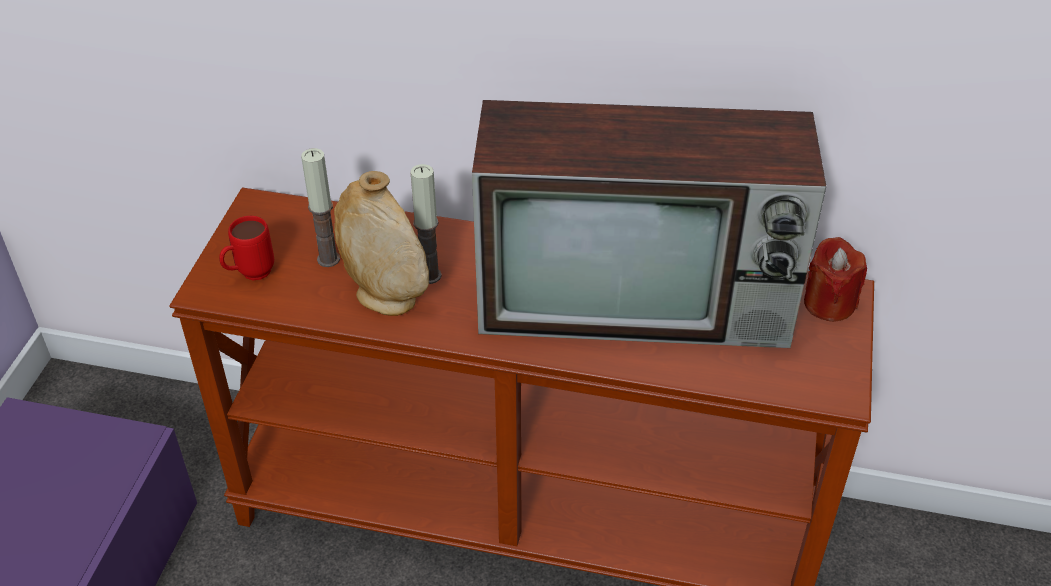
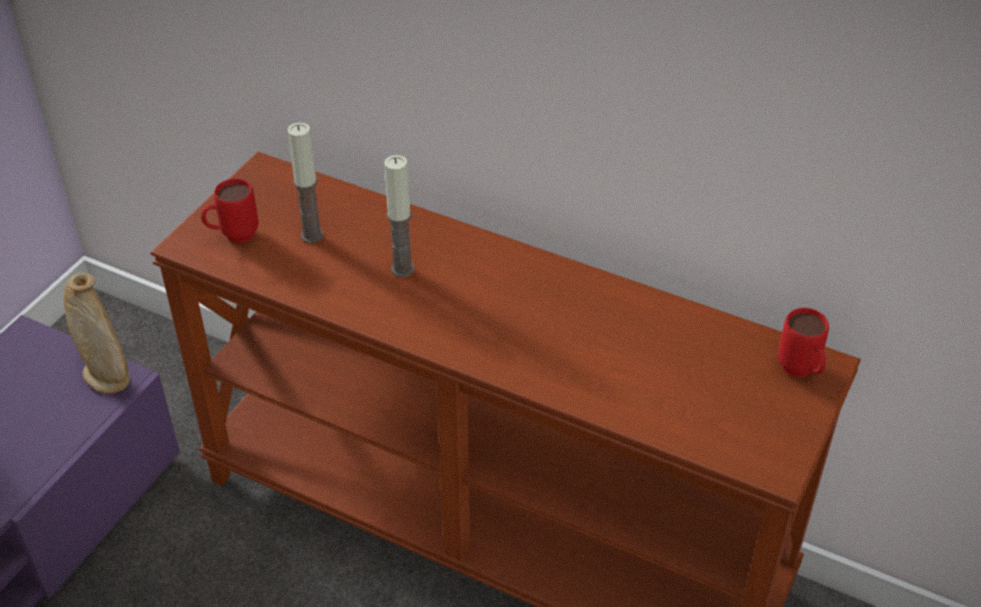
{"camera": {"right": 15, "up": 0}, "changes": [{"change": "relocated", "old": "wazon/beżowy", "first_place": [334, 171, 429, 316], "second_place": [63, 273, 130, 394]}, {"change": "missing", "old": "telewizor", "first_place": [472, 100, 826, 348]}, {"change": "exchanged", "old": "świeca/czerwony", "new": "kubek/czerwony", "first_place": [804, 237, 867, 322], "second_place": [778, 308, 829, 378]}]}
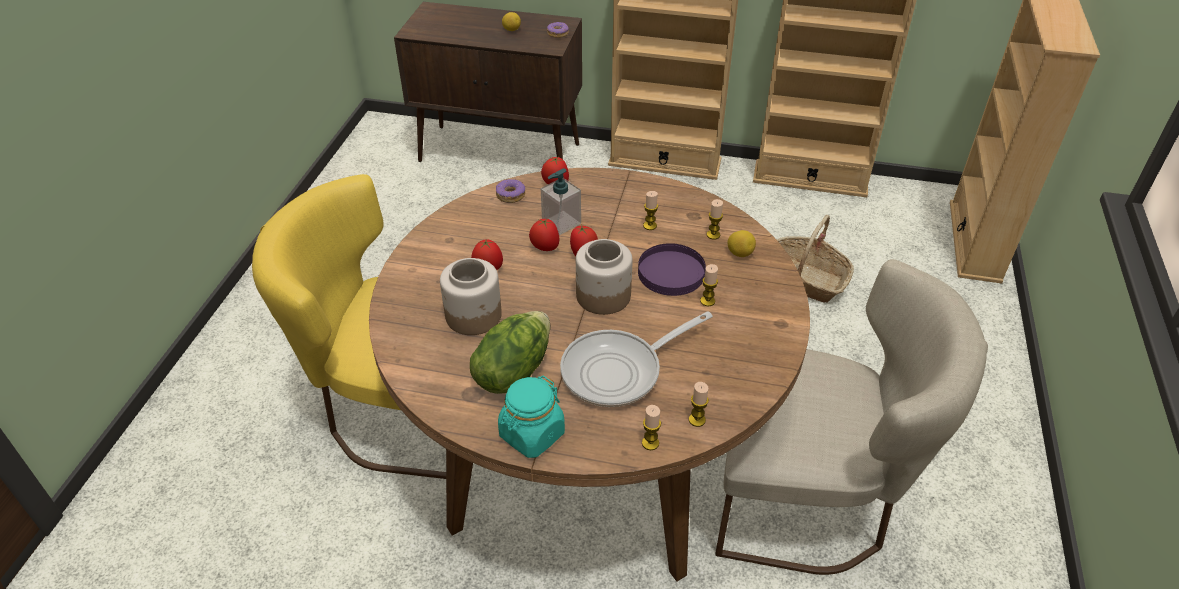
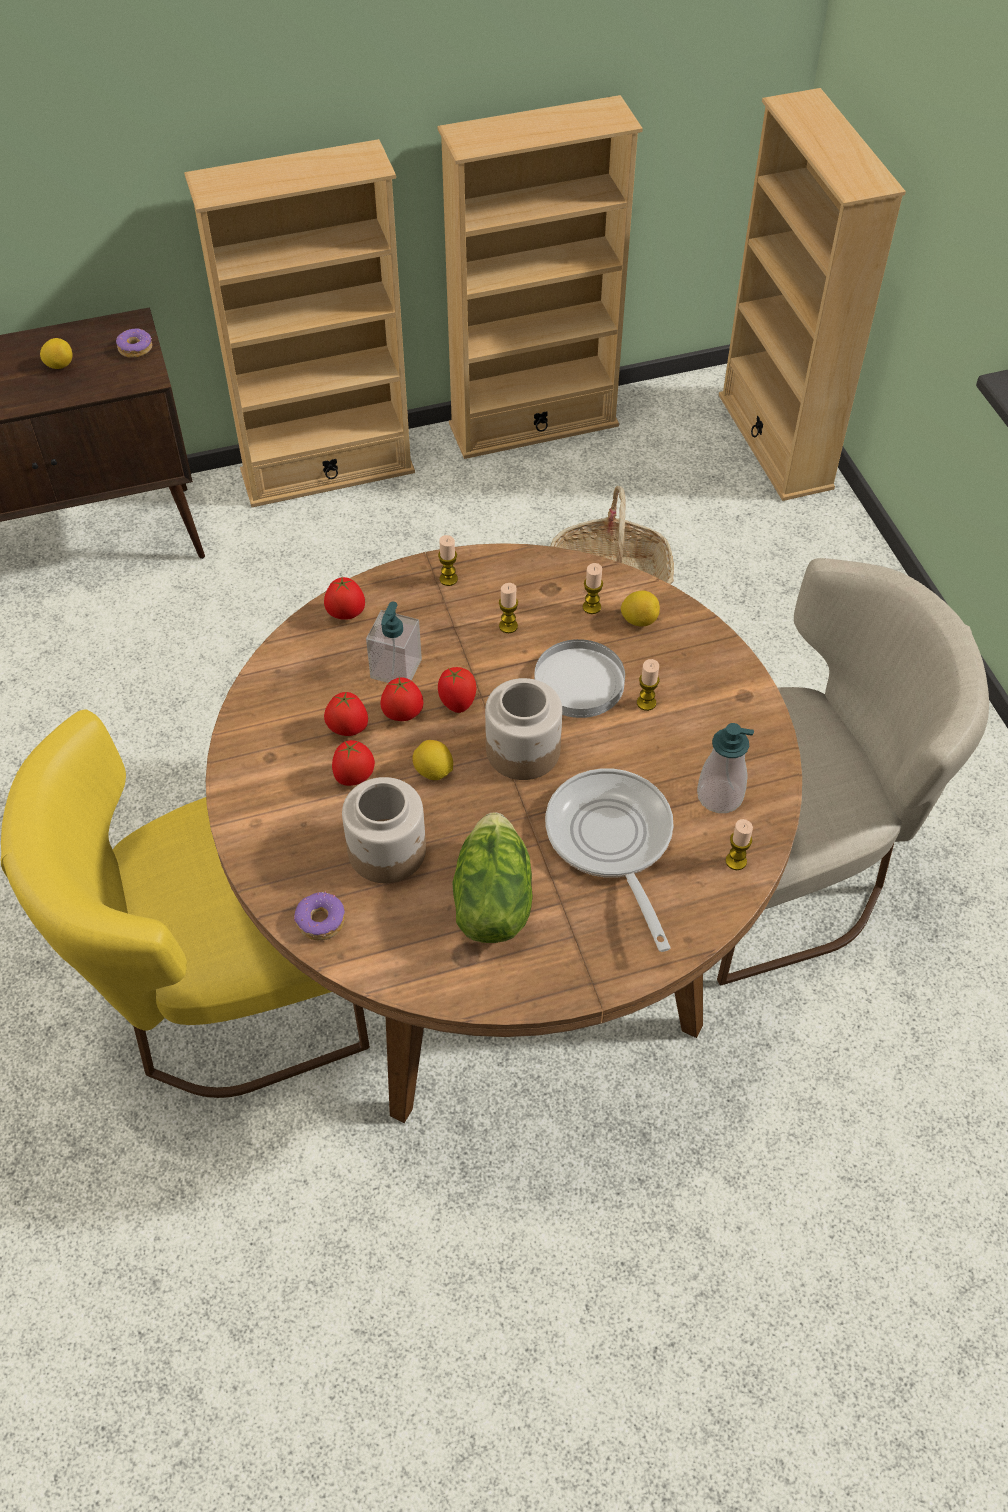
{"camera": {"right": -30, "up": 10}, "changes": [{"change": "relocated", "old": "donut", "first_place": [496, 179, 525, 203], "second_place": [294, 892, 345, 940]}, {"change": "missing", "old": "słoik/turkusowy", "first_place": [498, 376, 565, 458]}, {"change": "spun", "old": "patelnia", "first_place": [560, 311, 713, 407], "second_place": [545, 768, 674, 952], "degrees": 135}, {"change": "colour", "old": "talerz/fioletowy", "new": "talerz/biały", "first_place": [638, 243, 706, 296], "second_place": [534, 639, 625, 718]}, {"change": "relocated", "old": "świeca", "first_place": [642, 405, 661, 450], "second_place": [438, 535, 458, 586]}, {"change": "appeared", "new": "pomidor", "second_place": [324, 691, 368, 736]}, {"change": "appeared", "new": "cytryna", "second_place": [413, 740, 453, 780]}, {"change": "appeared", "new": "dozownik mydła", "second_place": [697, 723, 754, 813]}]}
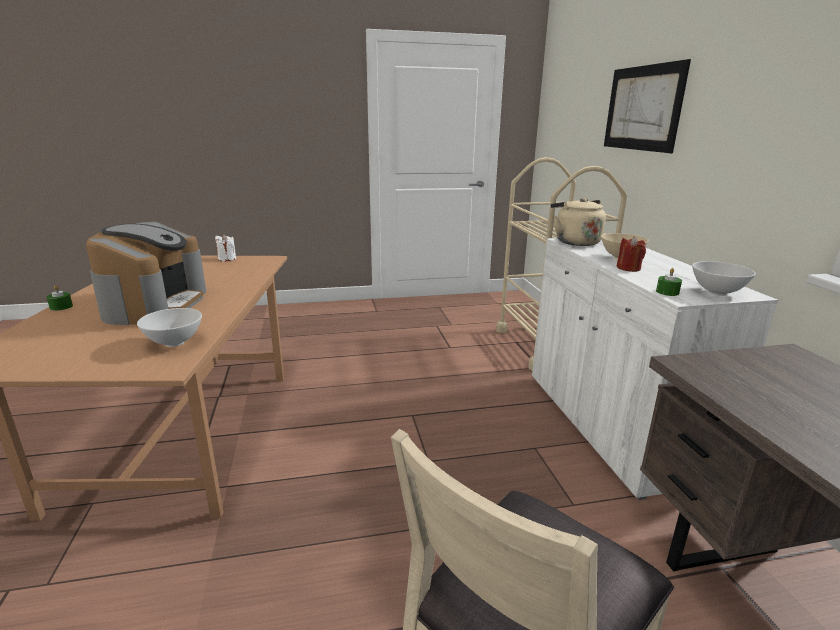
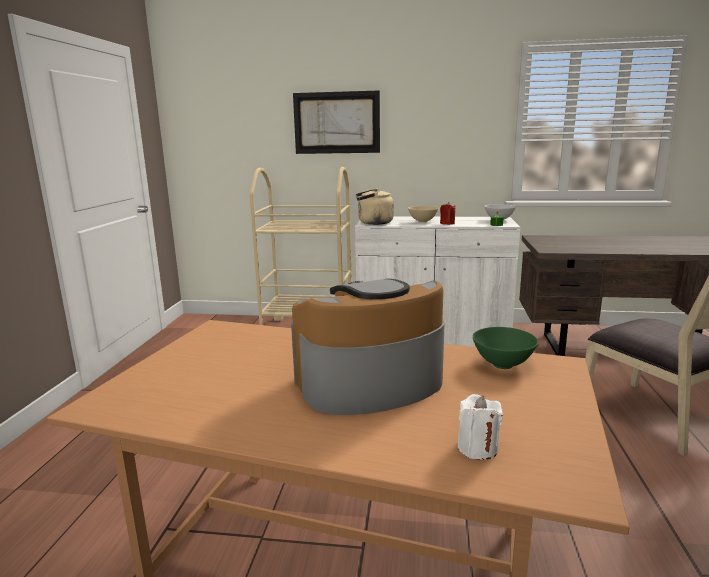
{"camera": {"right": -70, "up": -5}, "changes": [{"change": "missing", "old": "świeca/zielony", "first_place": [47, 285, 73, 311]}, {"change": "spun", "old": "ekspres do kawy", "first_place": [86, 222, 206, 325], "second_place": [291, 279, 445, 415], "degrees": -45}, {"change": "colour", "old": "miska/biały", "new": "miska/zielony", "first_place": [137, 308, 202, 347], "second_place": [473, 327, 538, 369]}, {"change": "relocated", "old": "świeca/biały", "first_place": [215, 234, 236, 261], "second_place": [457, 394, 503, 460]}]}
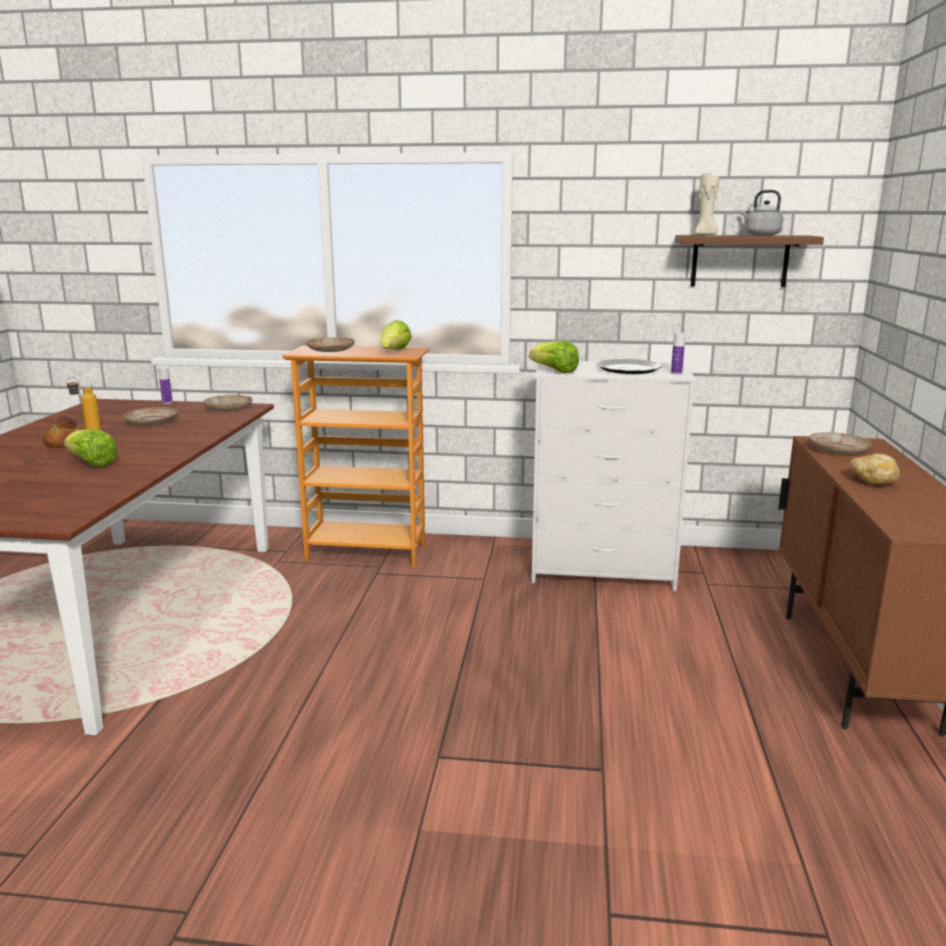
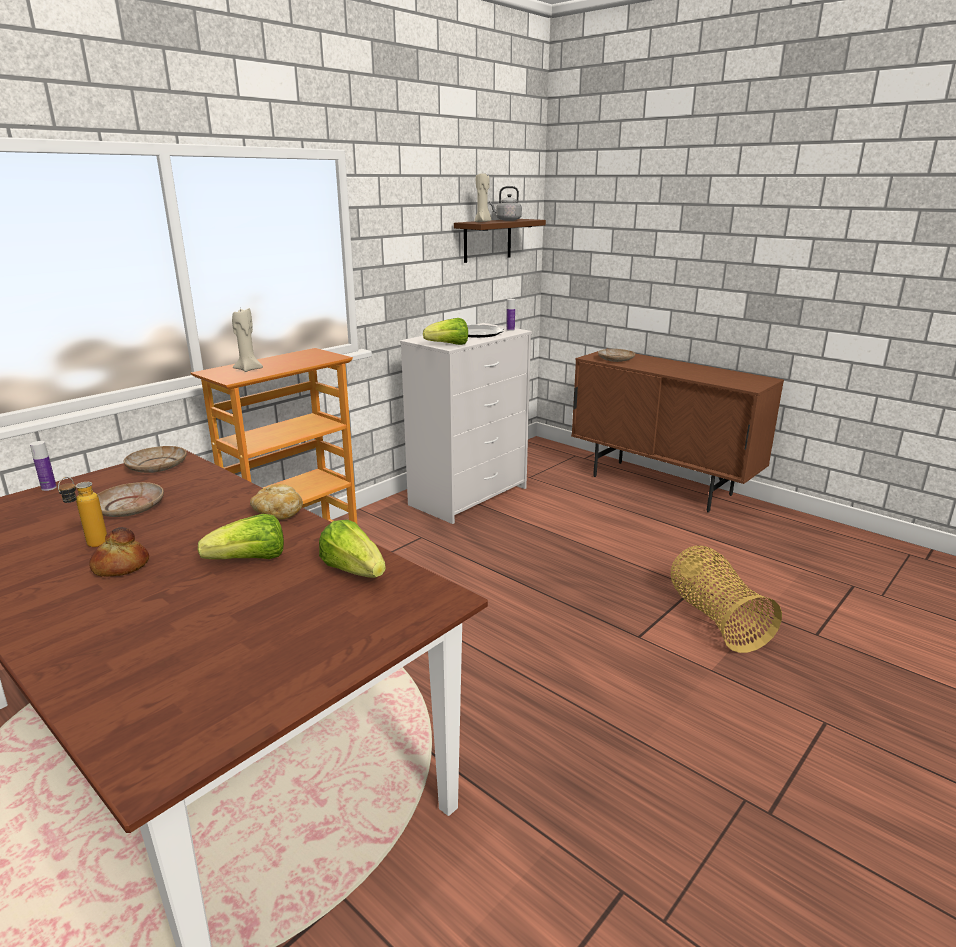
{"camera": {"right": -55, "up": 5}, "changes": [{"change": "exchanged", "old": "talerz/beżowy", "new": "świeca/beżowy", "first_place": [306, 337, 355, 352], "second_place": [232, 308, 263, 372]}, {"change": "relocated", "old": "sałata", "first_place": [381, 320, 412, 350], "second_place": [319, 520, 386, 578]}, {"change": "relocated", "old": "chleb", "first_place": [850, 453, 900, 485], "second_place": [250, 484, 303, 520]}, {"change": "appeared", "new": "koszyk", "second_place": [671, 546, 782, 653]}]}
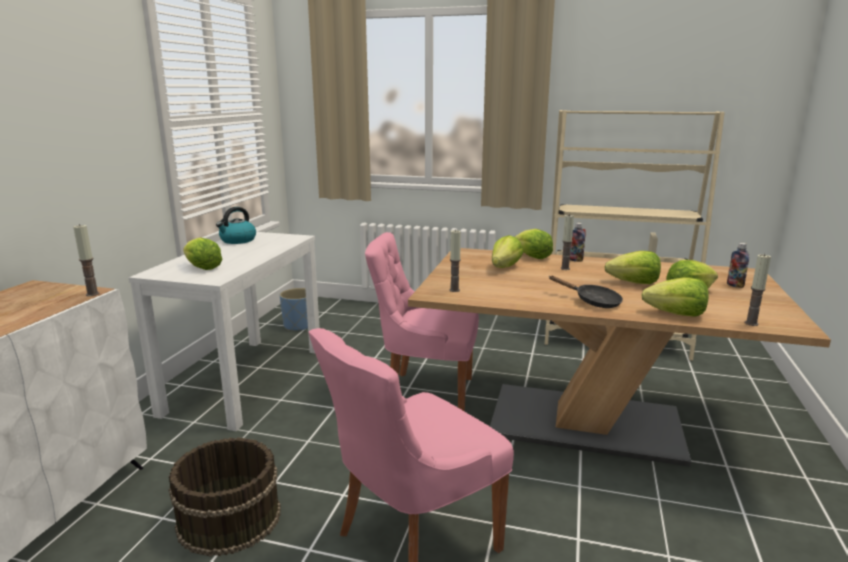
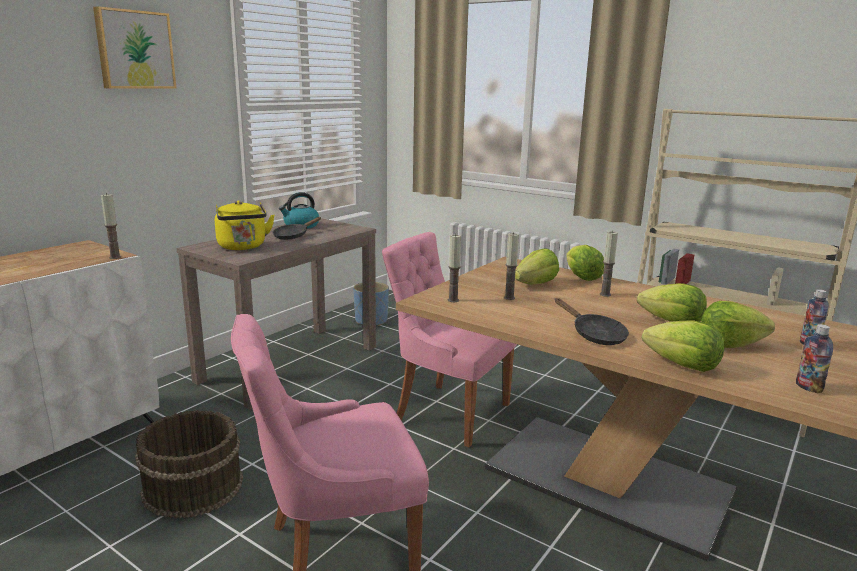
{"camera": {"right": 20, "up": 0}, "changes": [{"change": "colour", "old": "stolik konsolowy/biały", "new": "stolik konsolowy/brązowy", "first_place": [128, 232, 320, 431], "second_place": [177, 218, 376, 410]}, {"change": "exchanged", "old": "sałata", "new": "czajnik/żółty", "first_place": [183, 237, 222, 270], "second_place": [215, 200, 275, 250]}, {"change": "relocated", "old": "butelka", "first_place": [570, 223, 585, 262], "second_place": [796, 324, 833, 394]}, {"change": "relocated", "old": "świeca", "first_place": [745, 254, 771, 326], "second_place": [504, 232, 519, 300]}, {"change": "appeared", "new": "obraz", "second_place": [93, 6, 177, 89]}, {"change": "appeared", "new": "patelnia/czarny", "second_place": [273, 217, 321, 240]}]}
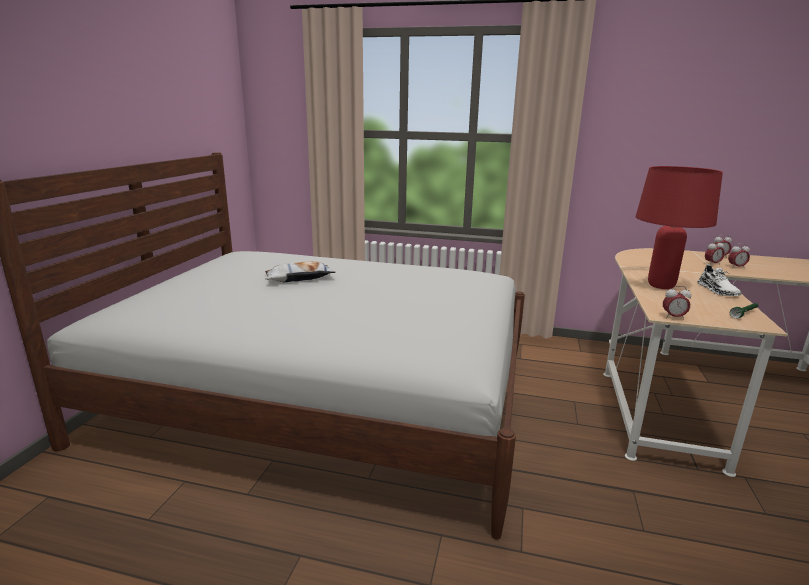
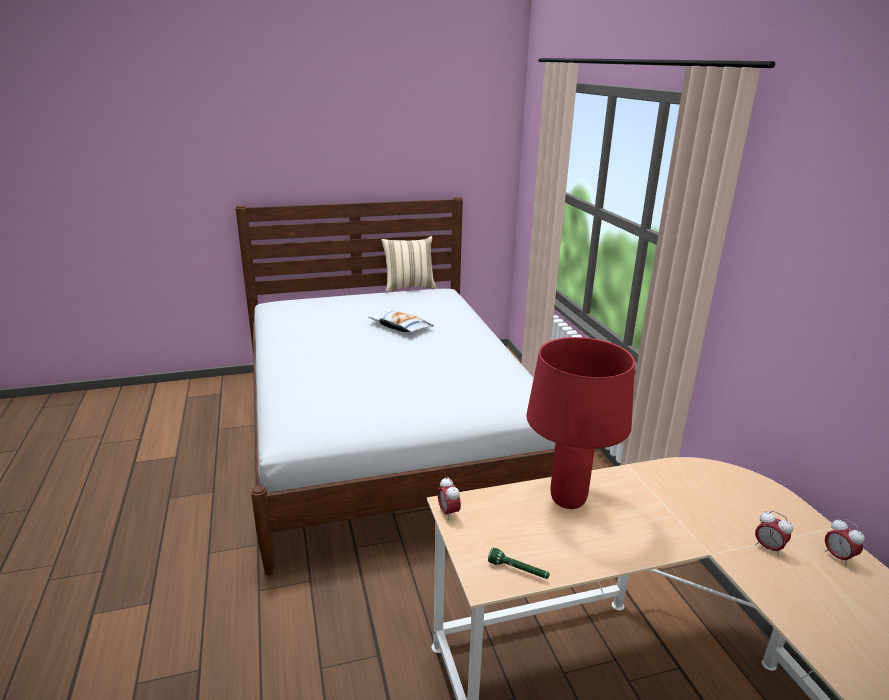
{"camera": {"right": 60, "up": 5}, "changes": [{"change": "missing", "old": "but/biały", "first_place": [698, 264, 742, 296]}, {"change": "missing", "old": "budzik", "first_place": [728, 243, 750, 267]}, {"change": "appeared", "new": "poduszka/beżowy", "second_place": [381, 236, 437, 293]}]}
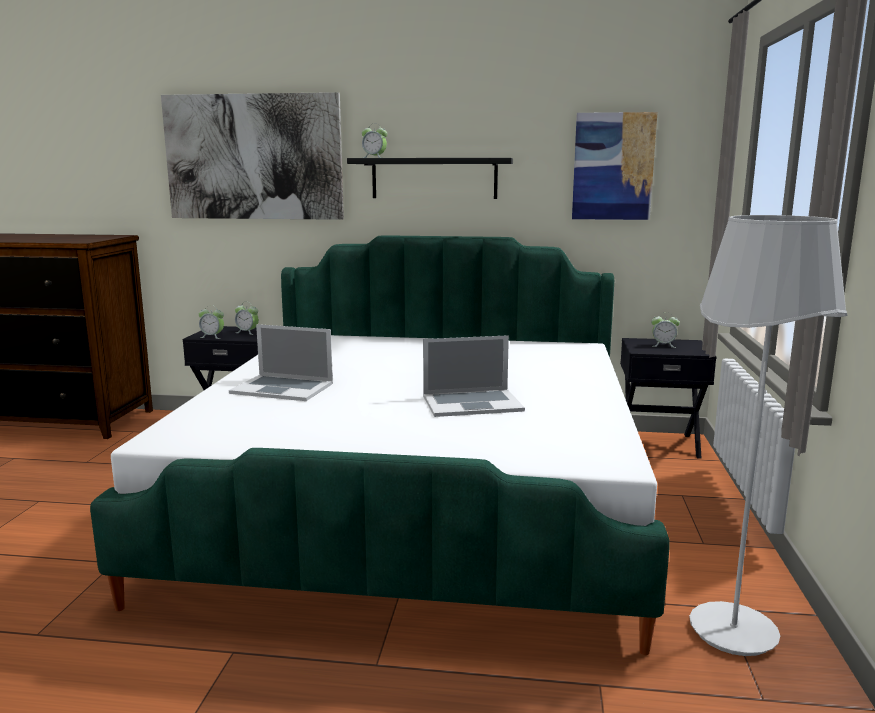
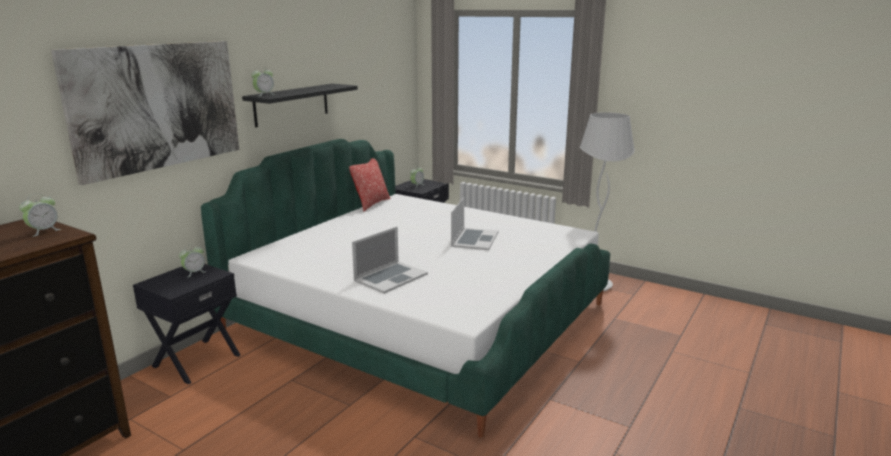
{"camera": {"right": -65, "up": 5}, "changes": [{"change": "relocated", "old": "budzik", "first_place": [199, 305, 224, 339], "second_place": [19, 193, 61, 237]}, {"change": "missing", "old": "obraz", "first_place": [572, 112, 658, 220]}, {"change": "appeared", "new": "poduszka", "second_place": [349, 158, 390, 211]}]}
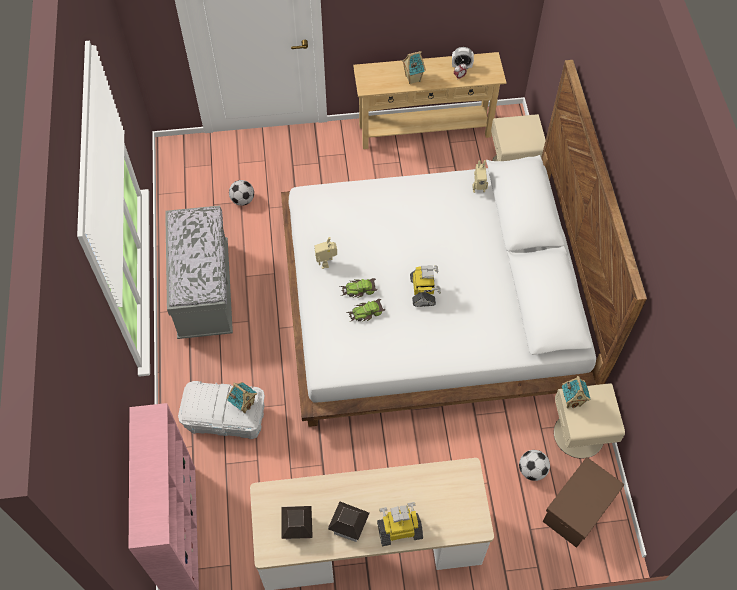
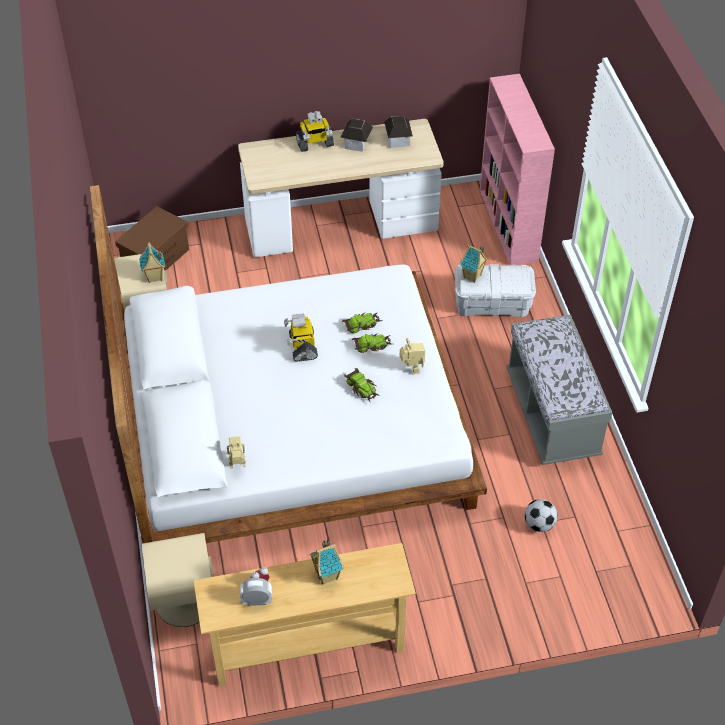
{"camera": {"right": 175, "up": -10}, "changes": [{"change": "missing", "old": "piłka futbolowa", "first_place": [519, 450, 550, 481]}, {"change": "appeared", "new": "samochodzik", "second_place": [344, 368, 381, 403]}]}
